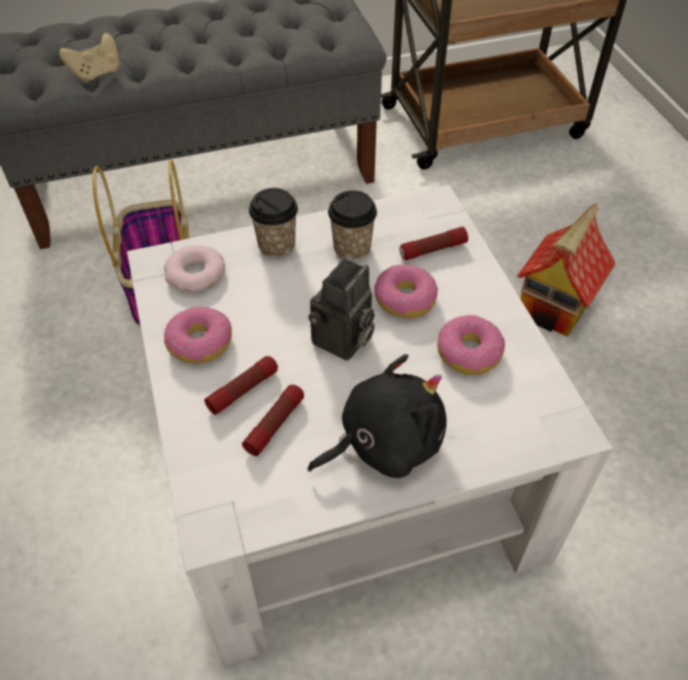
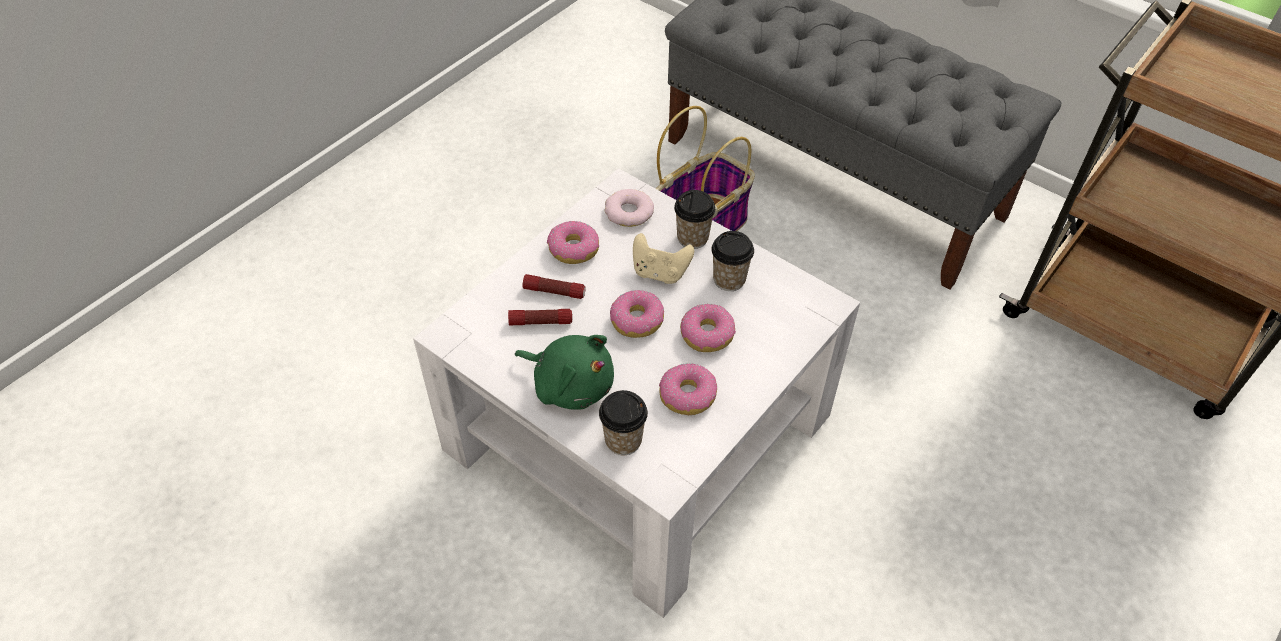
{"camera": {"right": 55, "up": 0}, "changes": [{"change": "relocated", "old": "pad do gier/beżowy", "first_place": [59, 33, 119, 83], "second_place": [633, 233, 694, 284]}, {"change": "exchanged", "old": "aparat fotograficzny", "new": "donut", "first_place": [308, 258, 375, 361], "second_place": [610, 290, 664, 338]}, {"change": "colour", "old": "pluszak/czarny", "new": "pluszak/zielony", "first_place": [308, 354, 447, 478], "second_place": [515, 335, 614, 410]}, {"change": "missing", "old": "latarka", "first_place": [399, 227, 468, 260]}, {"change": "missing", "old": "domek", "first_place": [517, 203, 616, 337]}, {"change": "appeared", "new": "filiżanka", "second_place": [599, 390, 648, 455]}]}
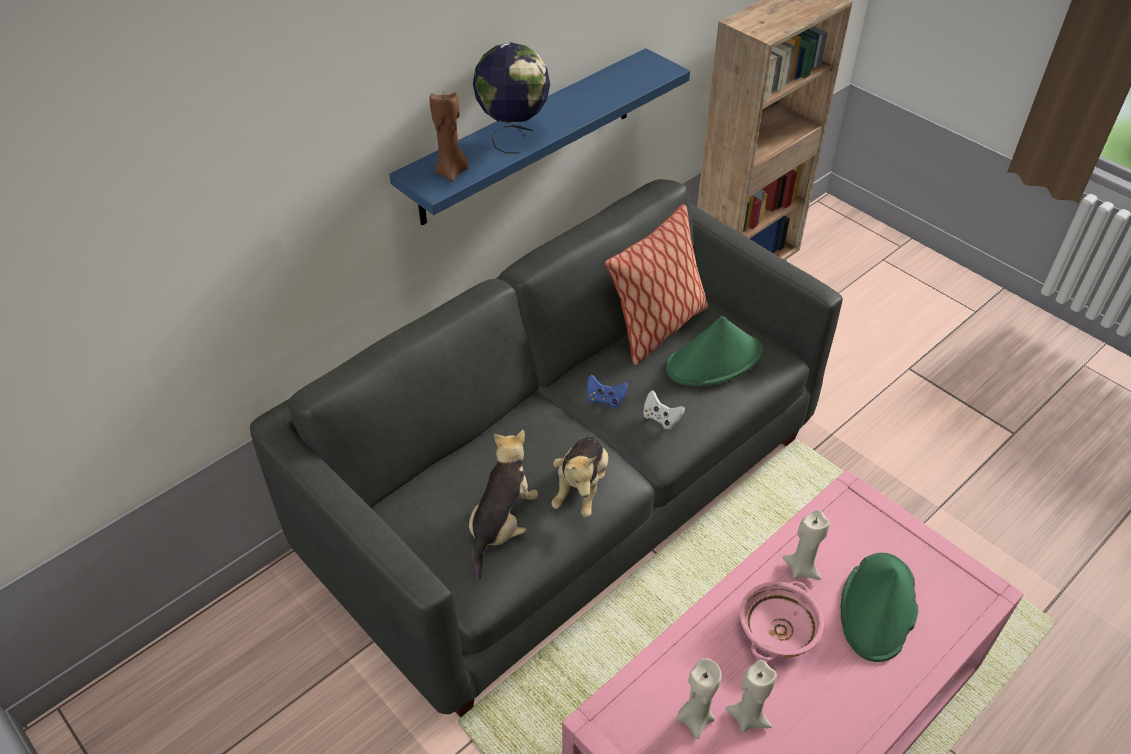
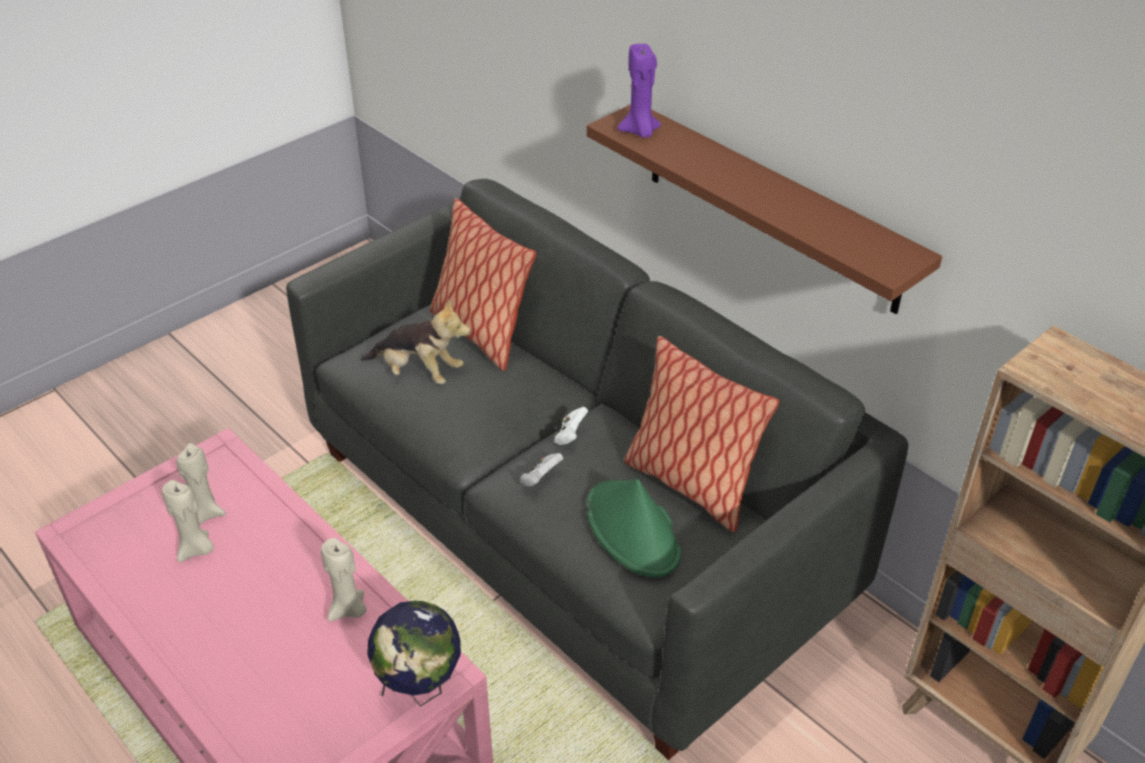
{"camera": {"right": 90, "up": -5}, "changes": [{"change": "colour", "old": "półka/niebieski", "new": "półka/brązowy", "first_place": [389, 48, 690, 226], "second_place": [586, 104, 942, 314]}, {"change": "colour", "old": "świeca/brązowy", "new": "świeca/fioletowy", "first_place": [429, 92, 468, 182], "second_place": [618, 44, 661, 138]}, {"change": "relocated", "old": "globus", "first_place": [473, 42, 550, 154], "second_place": [367, 601, 461, 707]}, {"change": "missing", "old": "pluszak", "first_place": [551, 435, 608, 518]}, {"change": "colour", "old": "pad do gier/niebieski", "new": "pad do gier/biały", "first_place": [587, 374, 628, 408], "second_place": [553, 407, 588, 445]}, {"change": "missing", "old": "miska/różowy", "first_place": [740, 581, 824, 662]}, {"change": "missing", "old": "kapelusz/zielony", "first_place": [841, 553, 918, 662]}, {"change": "appeared", "new": "poduszka", "second_place": [430, 198, 536, 371]}]}
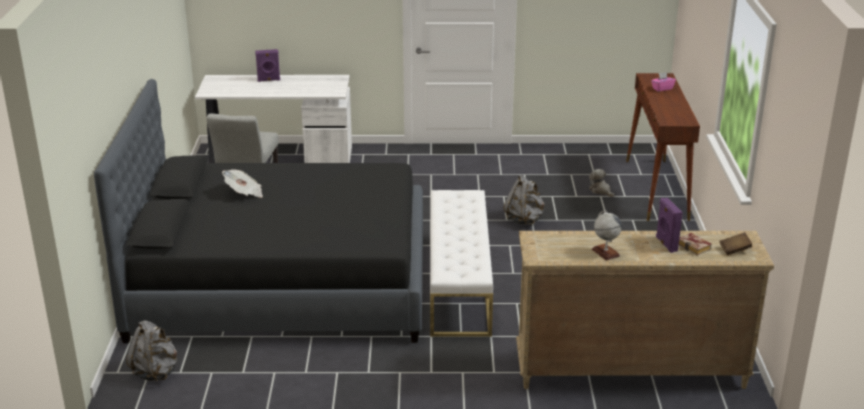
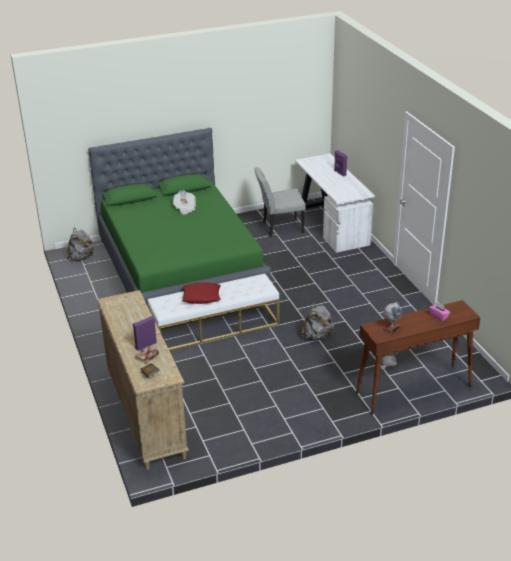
{"camera": {"right": 70, "up": 5}, "changes": [{"change": "colour", "old": "łóżko/czarny", "new": "łóżko/zielony", "first_place": [94, 79, 423, 343], "second_place": [88, 128, 271, 306]}, {"change": "relocated", "old": "globus", "first_place": [592, 211, 622, 261], "second_place": [383, 302, 402, 334]}, {"change": "appeared", "new": "poduszka/czerwony", "second_place": [182, 282, 221, 304]}]}
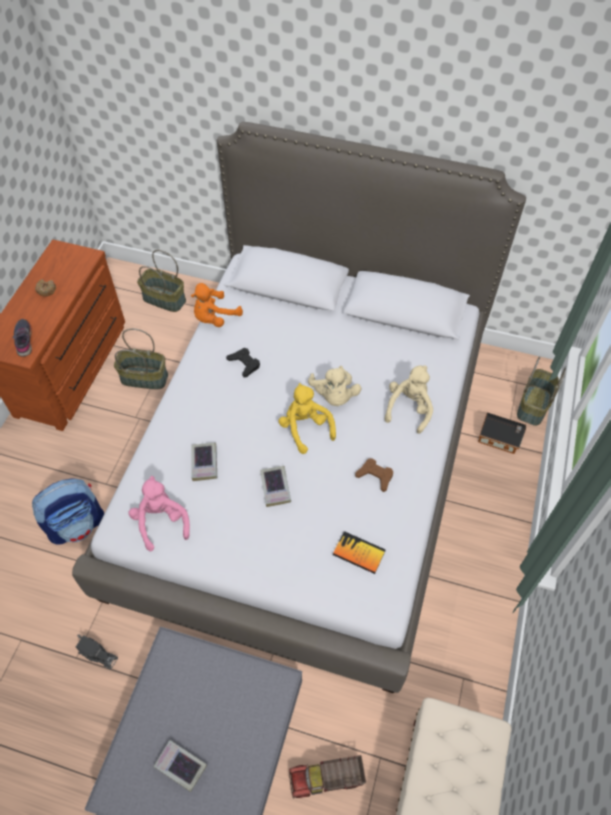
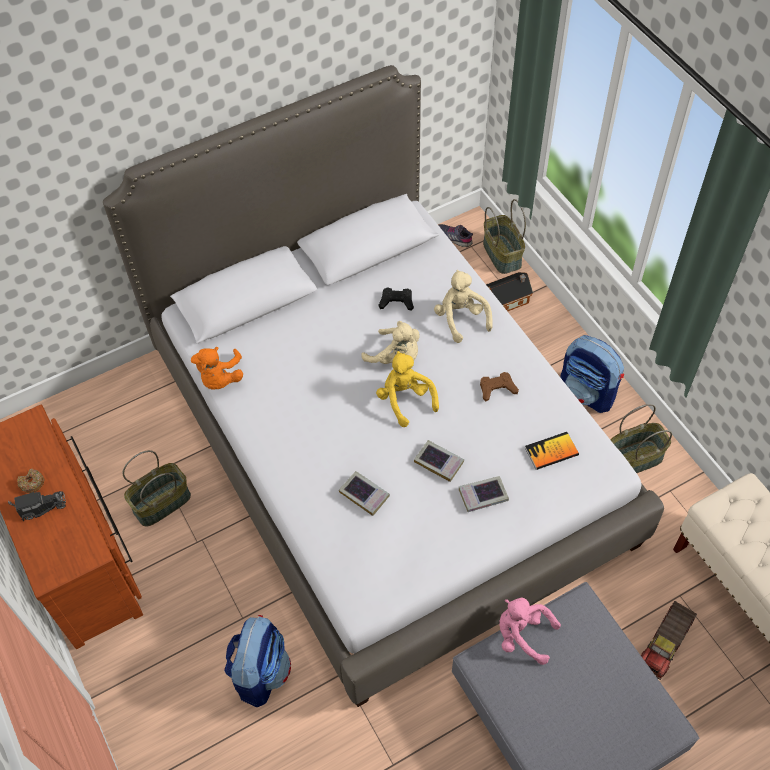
{"camera": {"right": -45, "up": 0}, "changes": [{"change": "relocated", "old": "but/szary", "first_place": [12, 319, 32, 357], "second_place": [438, 224, 473, 247]}, {"change": "relocated", "old": "ciężarówka zabawkowa", "first_place": [76, 634, 118, 670], "second_place": [8, 491, 66, 521]}, {"change": "relocated", "old": "pluszak/różowy", "first_place": [128, 476, 190, 551], "second_place": [500, 598, 561, 665]}, {"change": "relocated", "old": "koszyk", "first_place": [137, 250, 186, 312], "second_place": [610, 404, 672, 473]}, {"change": "relocated", "old": "książka", "first_place": [153, 740, 207, 792], "second_place": [459, 476, 509, 512]}, {"change": "relocated", "old": "pad do gier/czarny", "first_place": [226, 348, 260, 377], "second_place": [379, 287, 414, 311]}, {"change": "spun", "old": "pluszak/żółty", "first_place": [278, 383, 336, 454], "second_place": [376, 351, 439, 427], "degrees": 45}, {"change": "appeared", "new": "plecak", "second_place": [560, 335, 624, 413]}]}
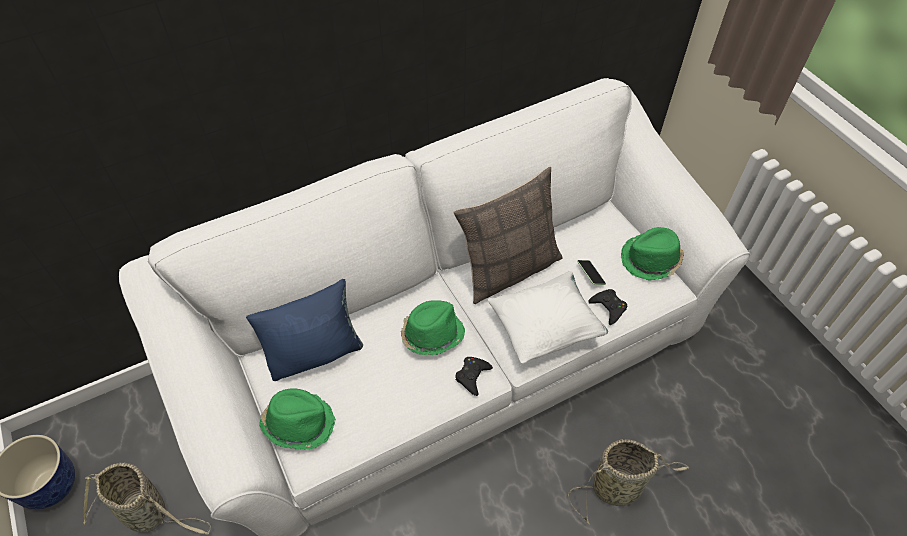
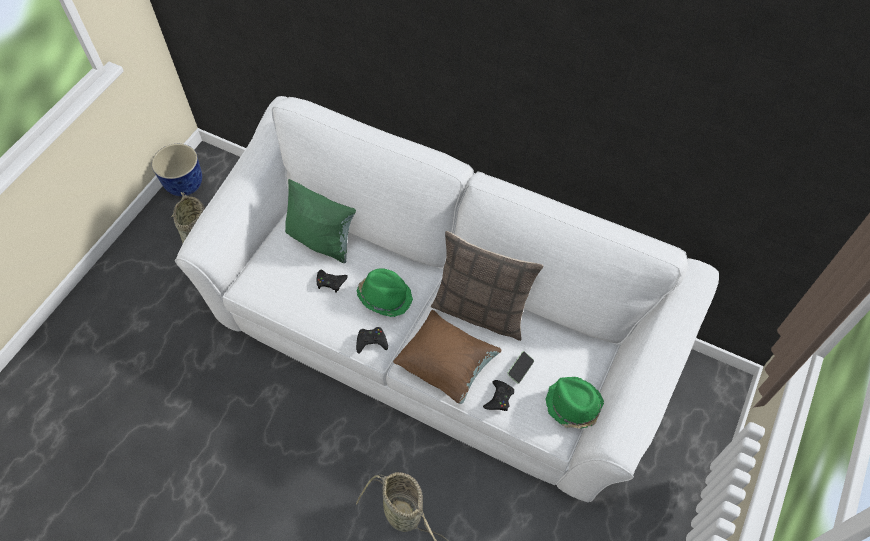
{"camera": {"right": 55, "up": 5}, "changes": [{"change": "colour", "old": "poduszka/niebieski", "new": "poduszka/zielony", "first_place": [246, 279, 363, 381], "second_place": [285, 179, 356, 263]}, {"change": "missing", "old": "kapelusz/zielony", "first_place": [259, 388, 336, 450]}, {"change": "colour", "old": "poduszka/biały", "new": "poduszka/brązowy", "first_place": [488, 271, 608, 363], "second_place": [393, 310, 502, 404]}, {"change": "appeared", "new": "pad do gier/czarny", "second_place": [317, 269, 348, 293]}]}
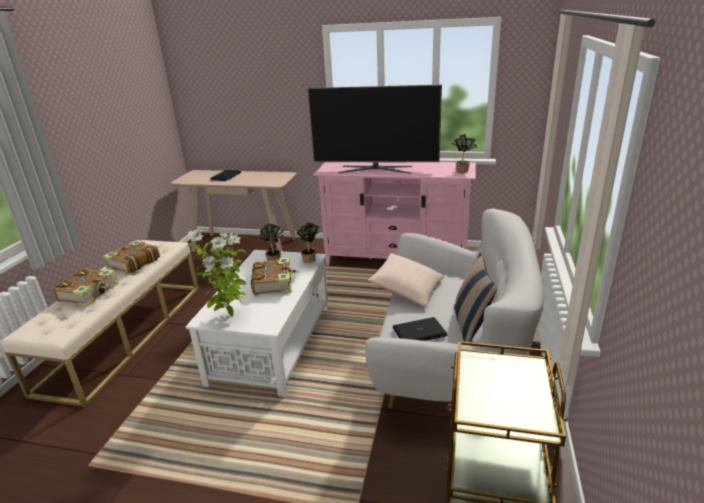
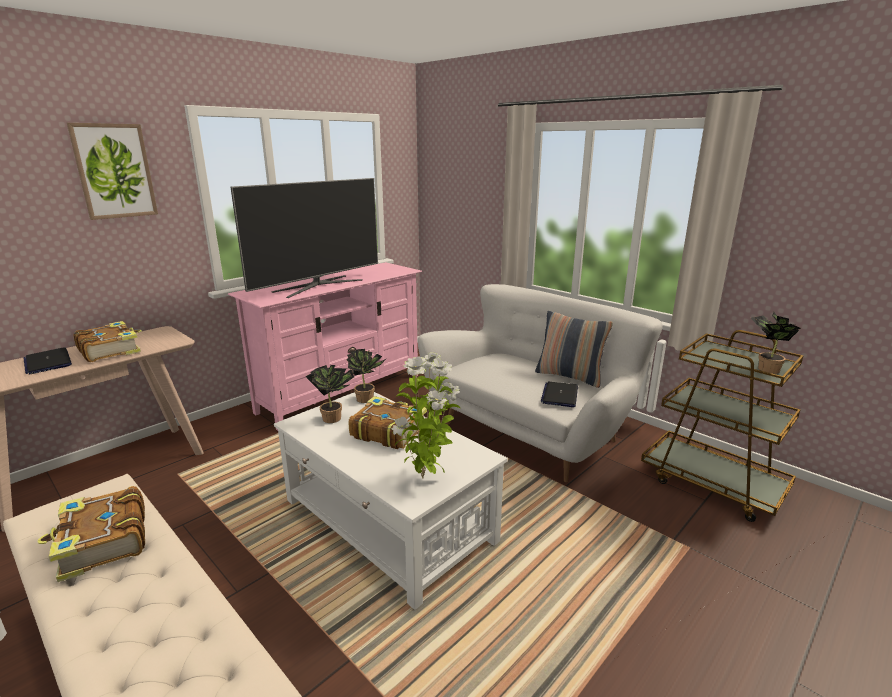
{"camera": {"right": -60, "up": -5}, "changes": [{"change": "relocated", "old": "książka", "first_place": [54, 268, 119, 307], "second_place": [73, 321, 142, 362]}, {"change": "missing", "old": "poduszka/beżowy", "first_place": [368, 253, 444, 307]}, {"change": "relocated", "old": "roślina doniczkowa", "first_place": [451, 134, 478, 173], "second_place": [751, 312, 801, 374]}, {"change": "appeared", "new": "obraz", "second_place": [67, 123, 158, 220]}]}
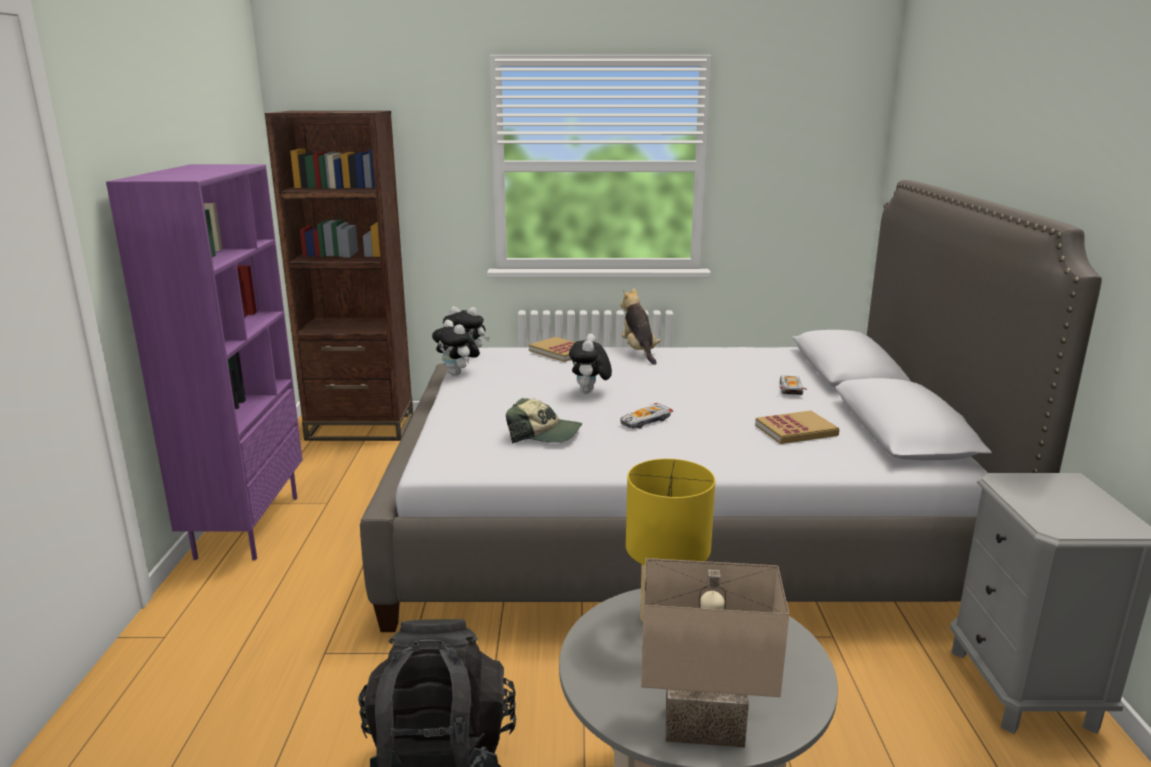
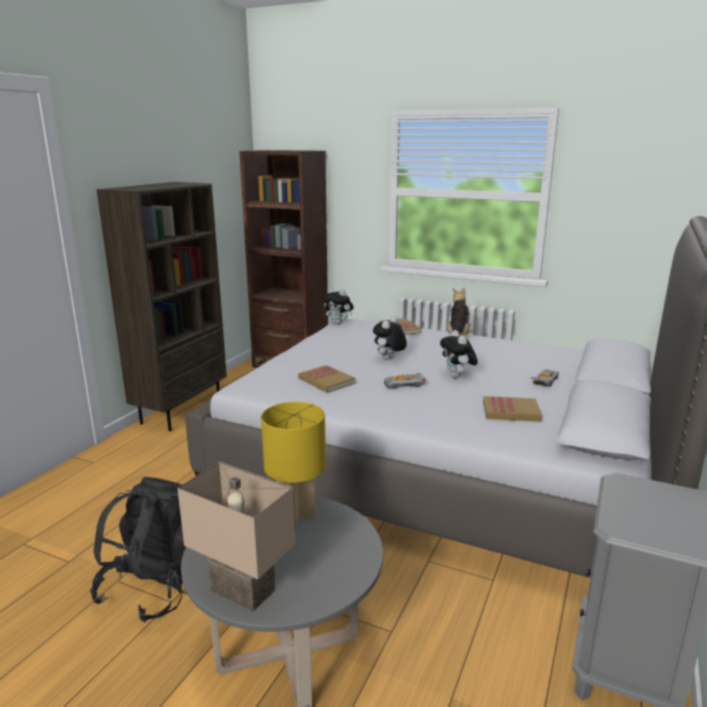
{"camera": {"right": 25, "up": 0}, "changes": [{"change": "colour", "old": "regał/fioletowy", "new": "regał/brązowy", "first_place": [106, 164, 303, 560], "second_place": [96, 182, 227, 432]}, {"change": "relocated", "old": "pluszak", "first_place": [432, 320, 480, 376], "second_place": [440, 330, 478, 378]}, {"change": "exchanged", "old": "czapka z daszkiem", "new": "książka", "first_place": [506, 398, 582, 444], "second_place": [298, 365, 355, 393]}]}
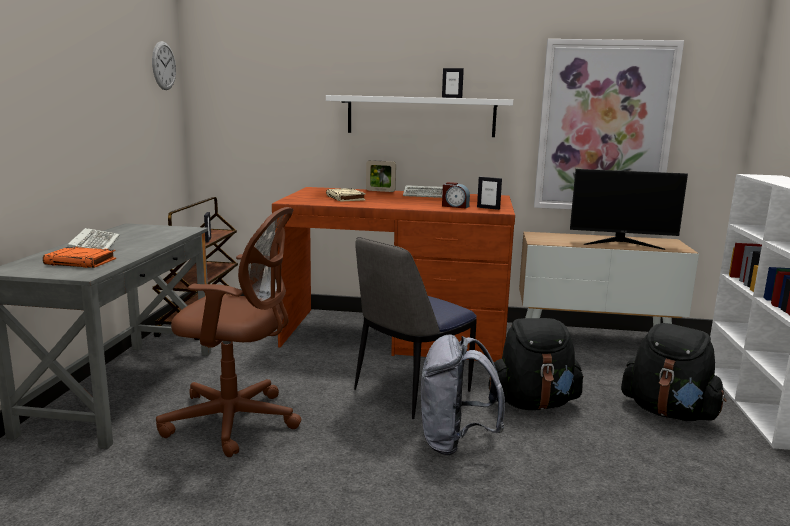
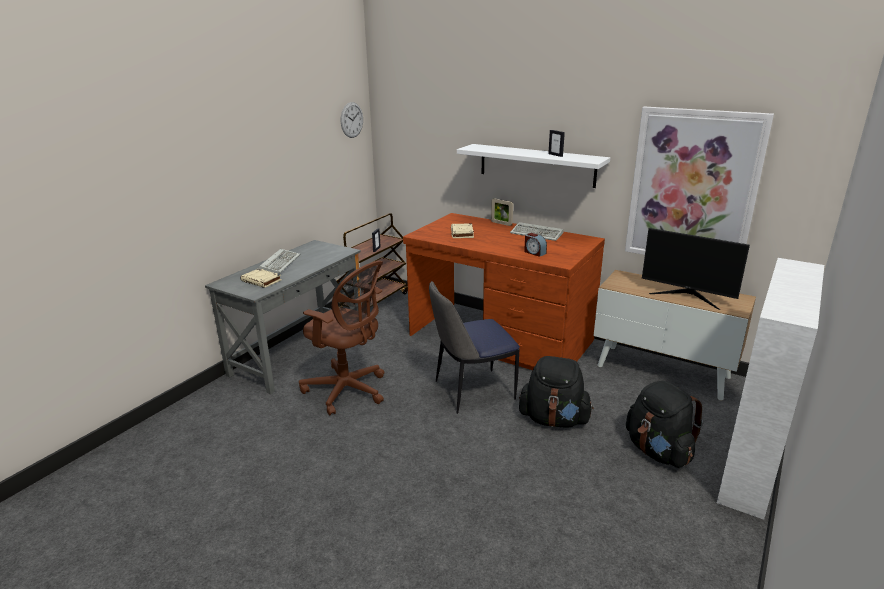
{"camera": {"right": 25, "up": 10}, "changes": [{"change": "colour", "old": "książka/pomarańczowy", "new": "książka/beżowy", "first_place": [43, 247, 116, 268], "second_place": [240, 268, 282, 288]}, {"change": "missing", "old": "plecak/szary", "first_place": [421, 334, 505, 455]}, {"change": "missing", "old": "ramka na zdjęcie", "first_place": [477, 177, 502, 210]}]}
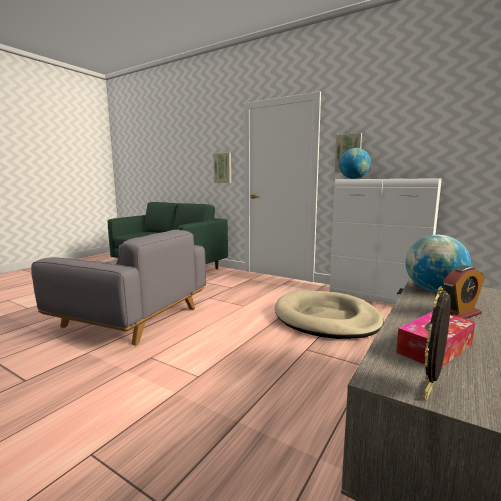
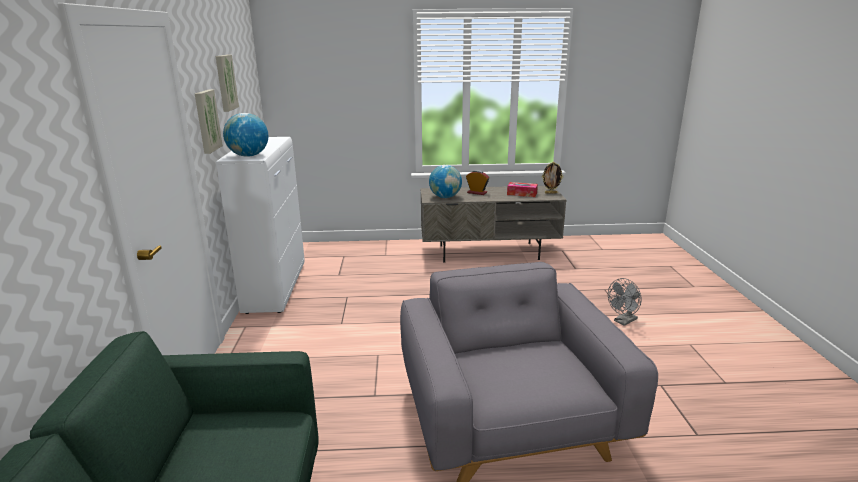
{"camera": {"right": -125, "up": 10}, "changes": [{"change": "relocated", "old": "obraz", "first_place": [213, 153, 231, 183], "second_place": [216, 55, 239, 112]}, {"change": "missing", "old": "legowisko/beżowy", "first_place": [275, 291, 384, 339]}, {"change": "appeared", "new": "wentylator/szary", "second_place": [608, 278, 642, 326]}]}
